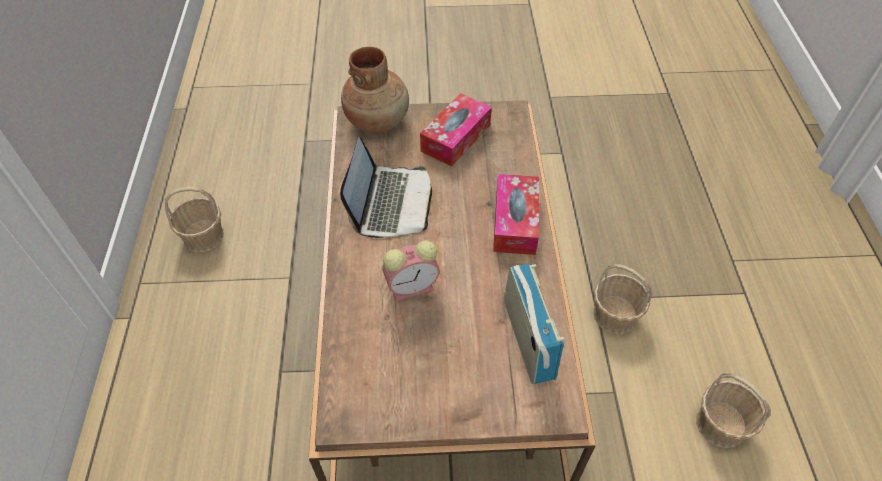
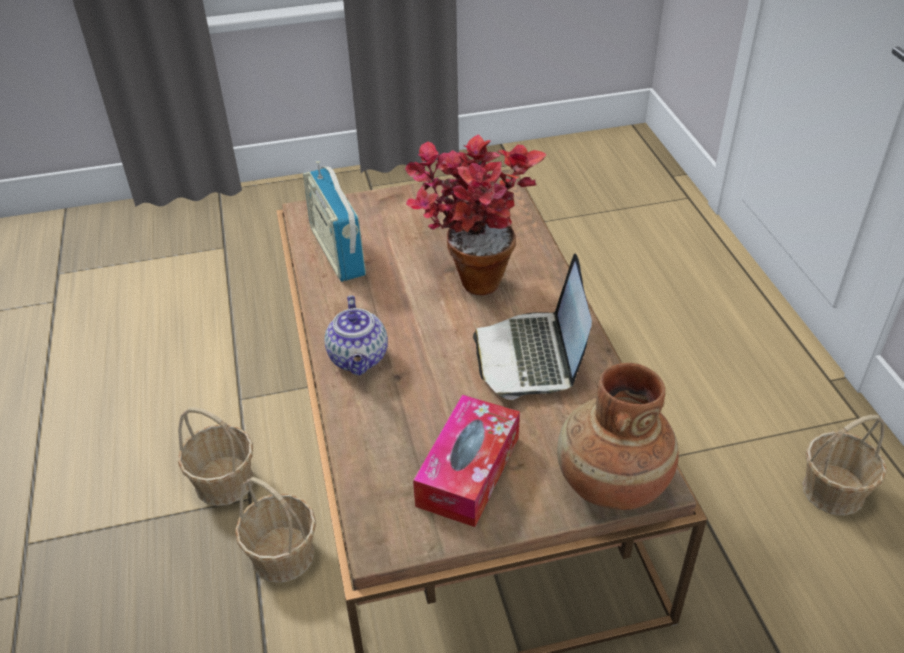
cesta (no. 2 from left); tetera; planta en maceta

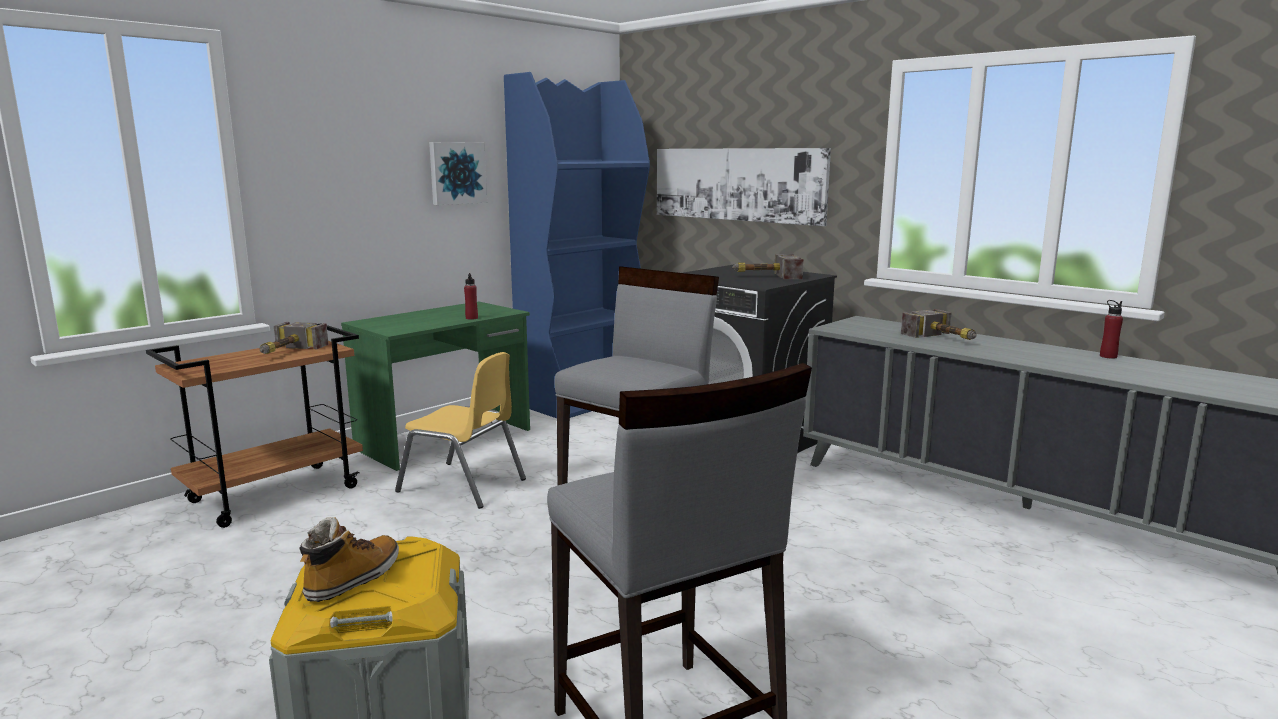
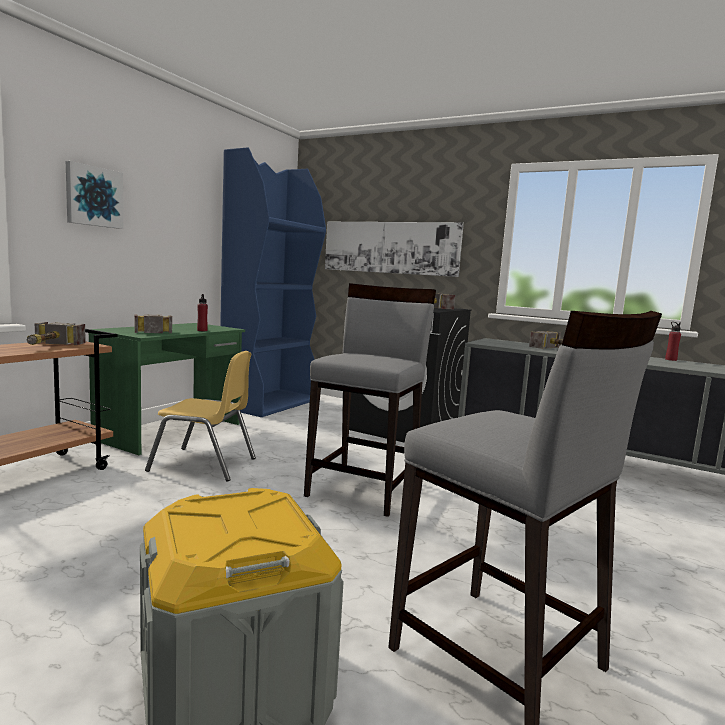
cuadro (no. 1 from left); martillo (no. 2 from left); bota

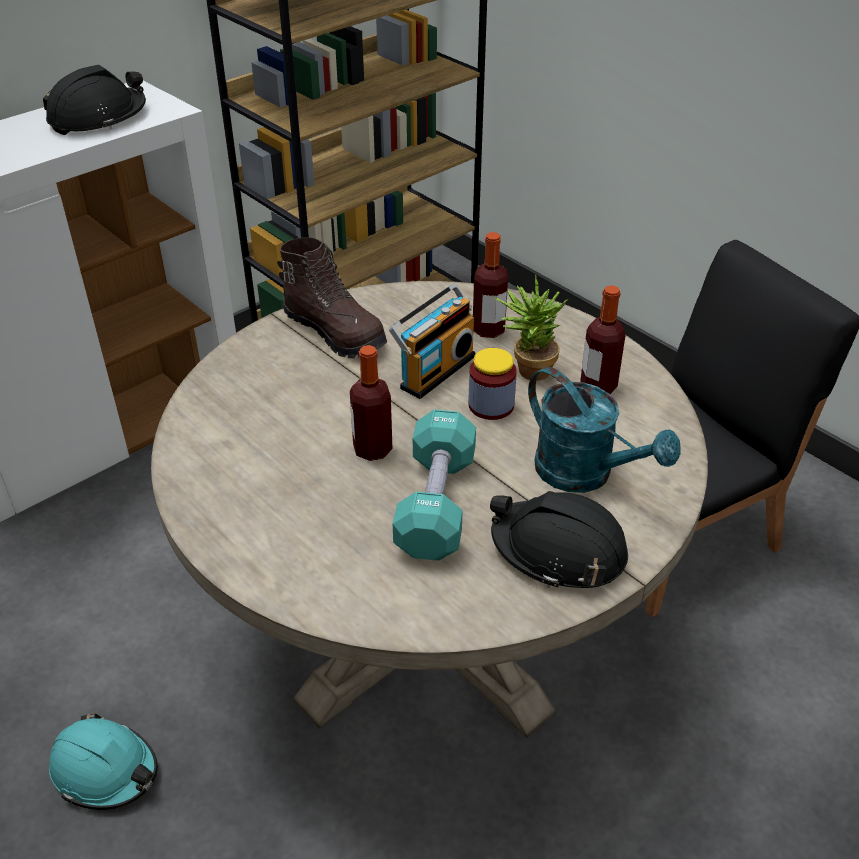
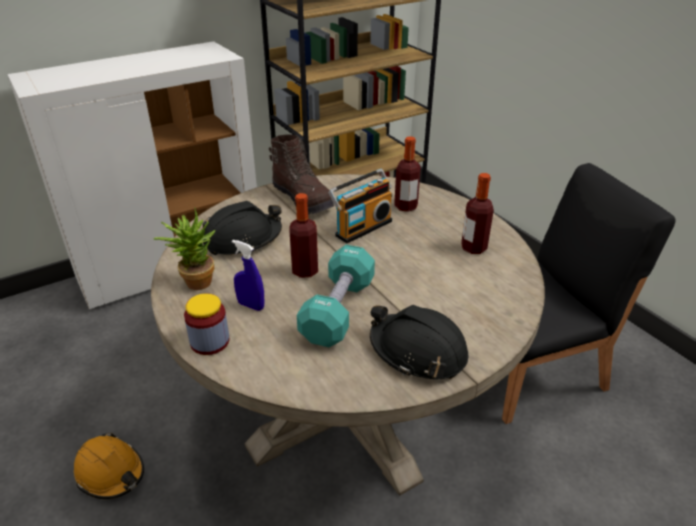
casco/naranja; planta en maceta; tarro; casco/negro (no. 1 from left); pulverizador/azul; regadera/turquesa

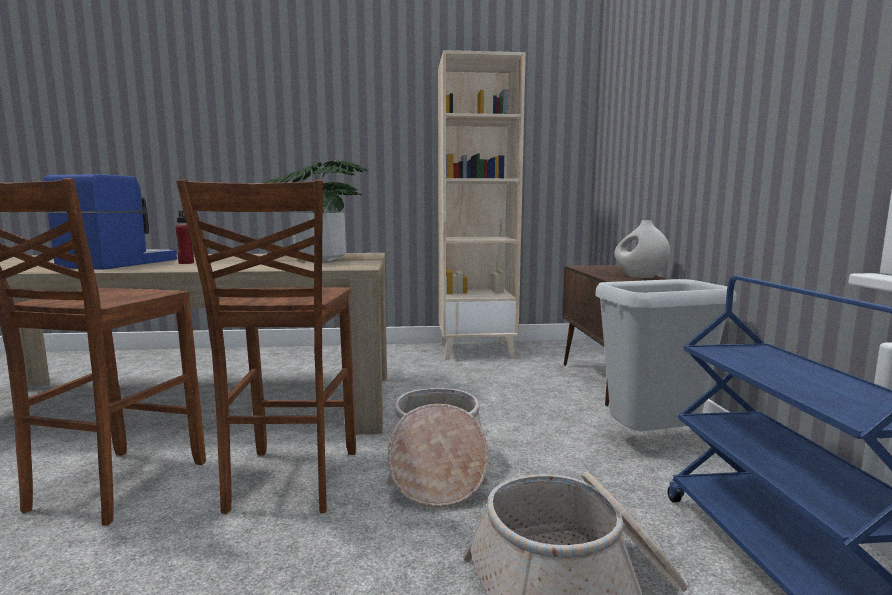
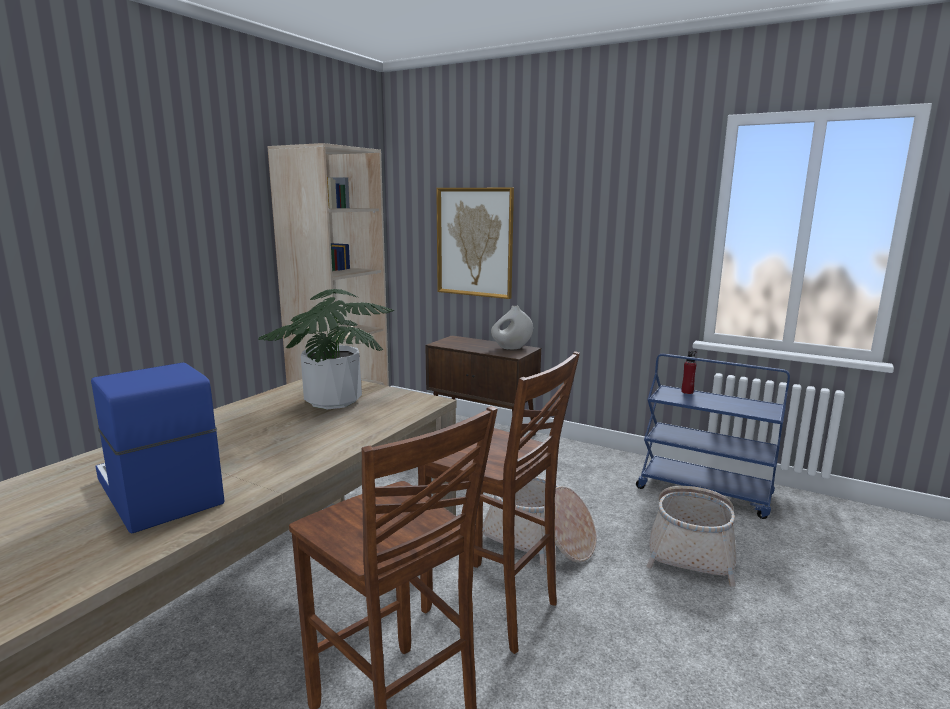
cuadro; botella/rojo; papelera/gris

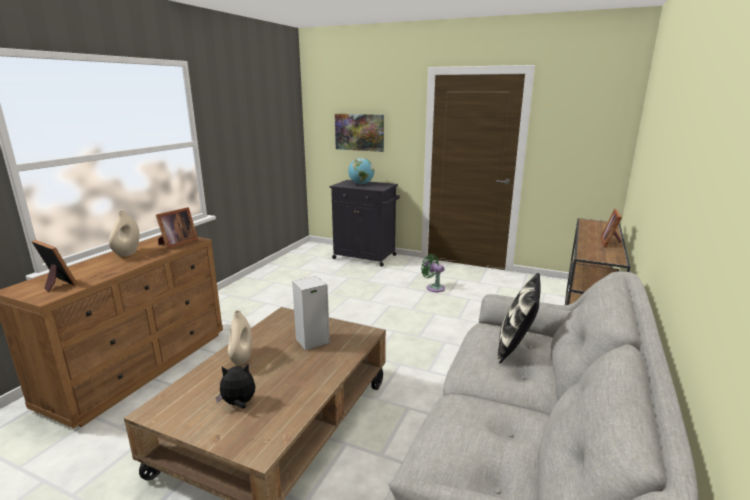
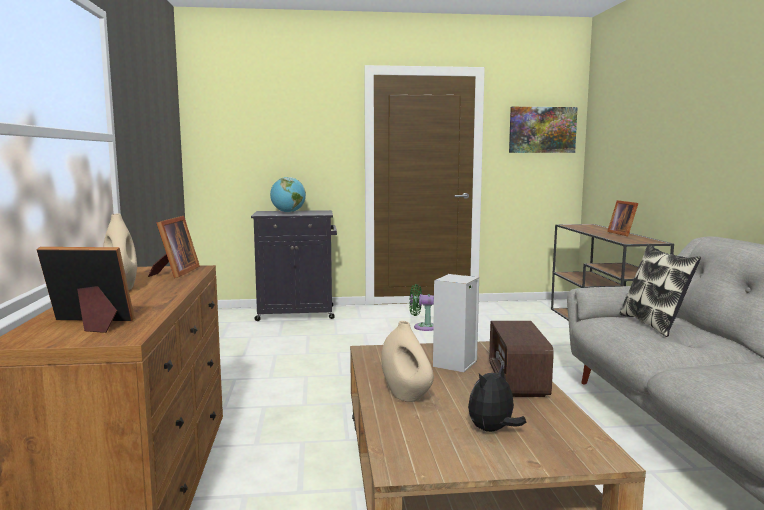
radio; cuadro

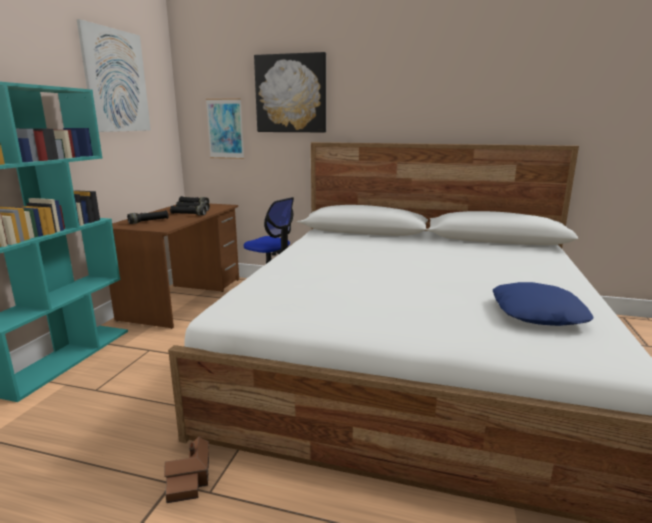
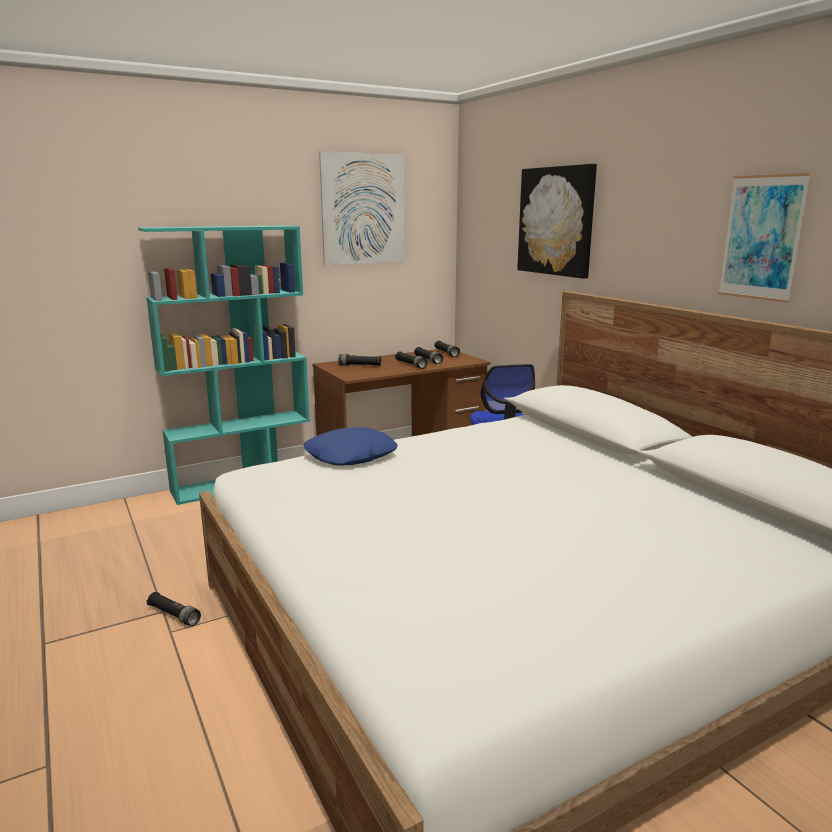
linterna/negro (no. 1 from left); cojín/azul; cuadro (no. 3 from left)

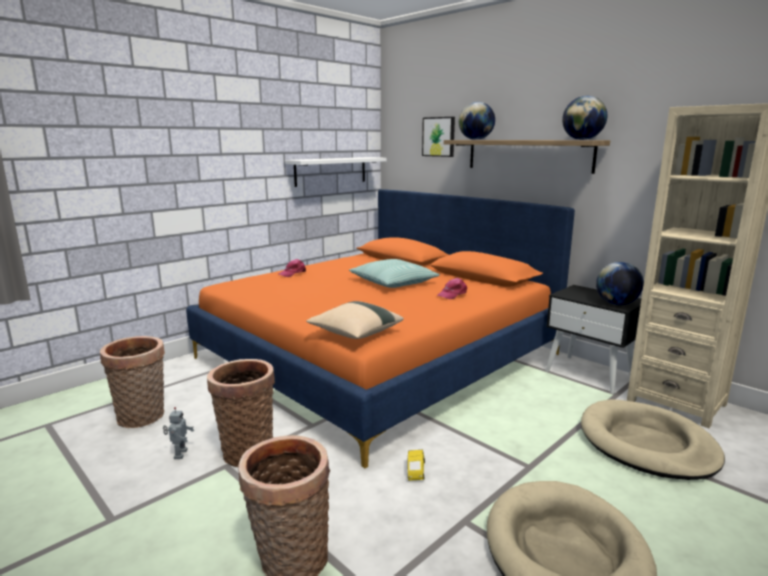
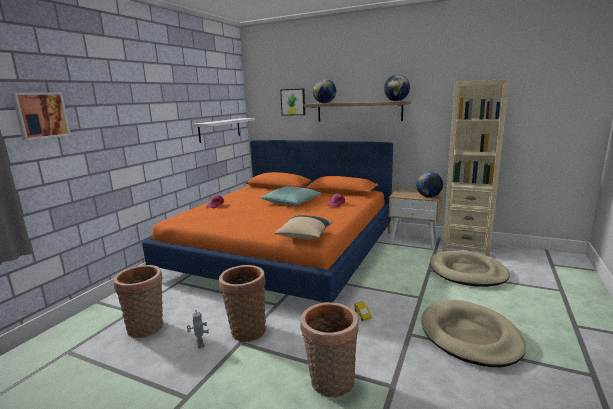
cuadro (no. 1 from left); mesita de noche/beis

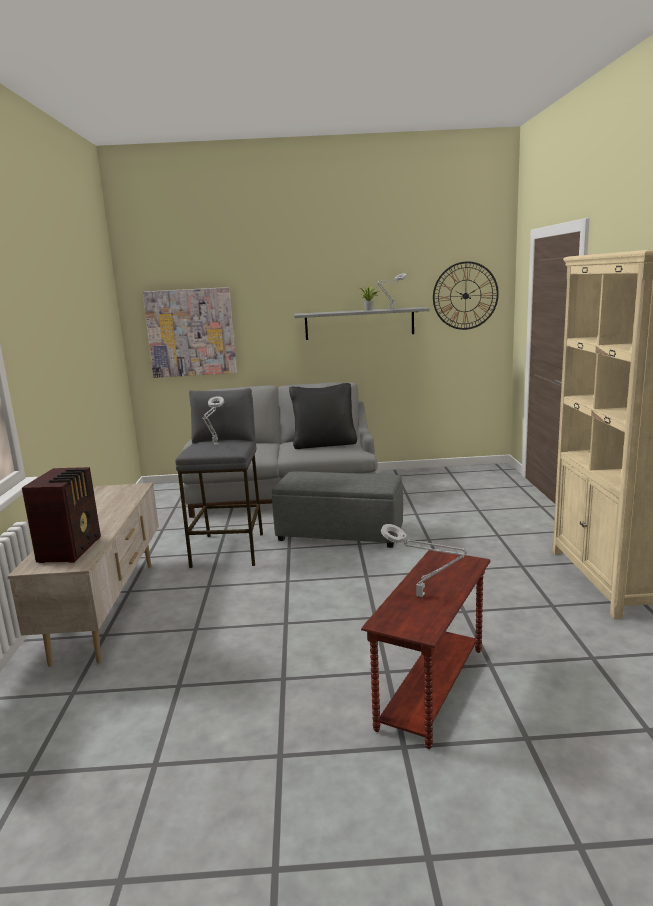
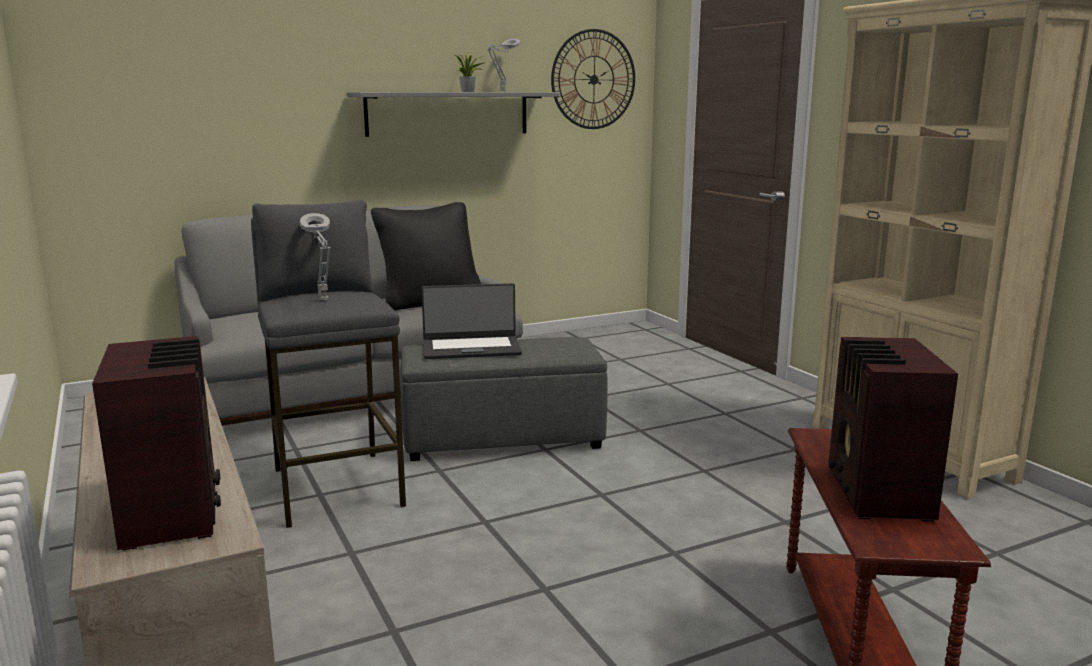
portátil; radio (no. 2 from left); cuadro

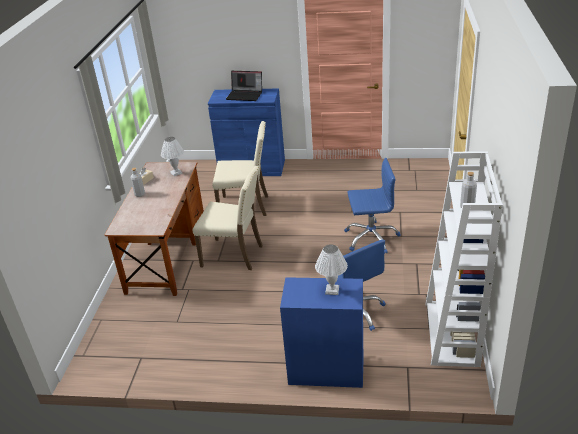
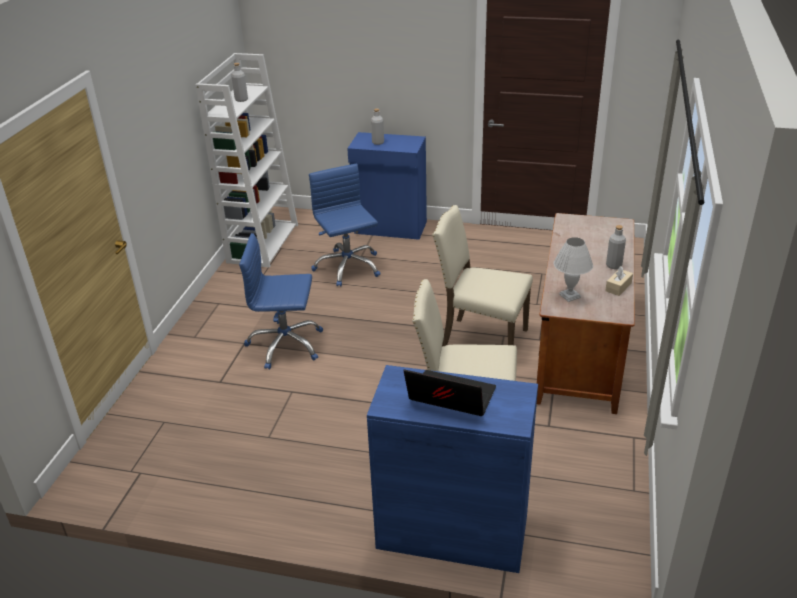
botella/gris (no. 2 from left)

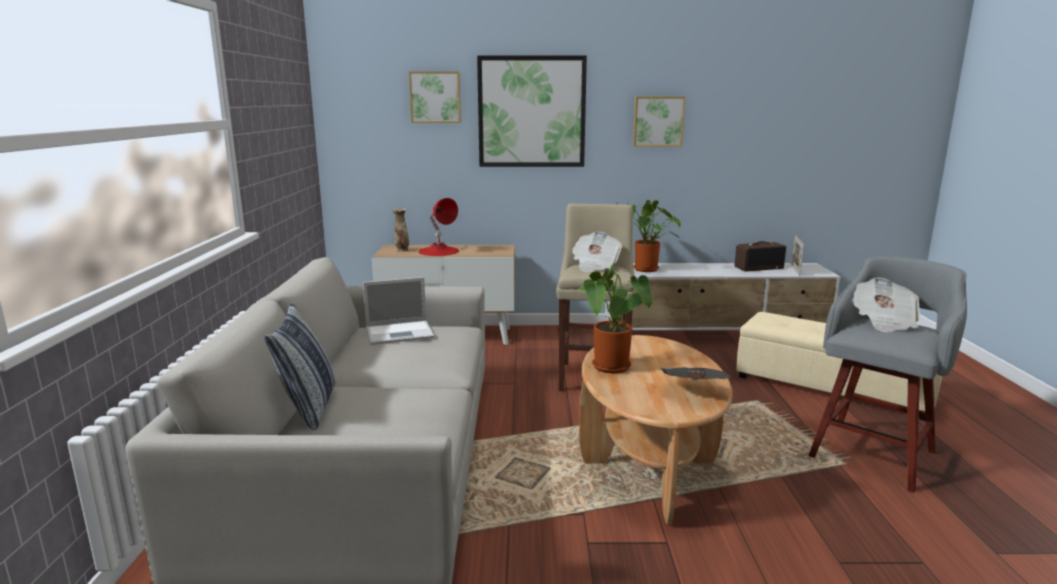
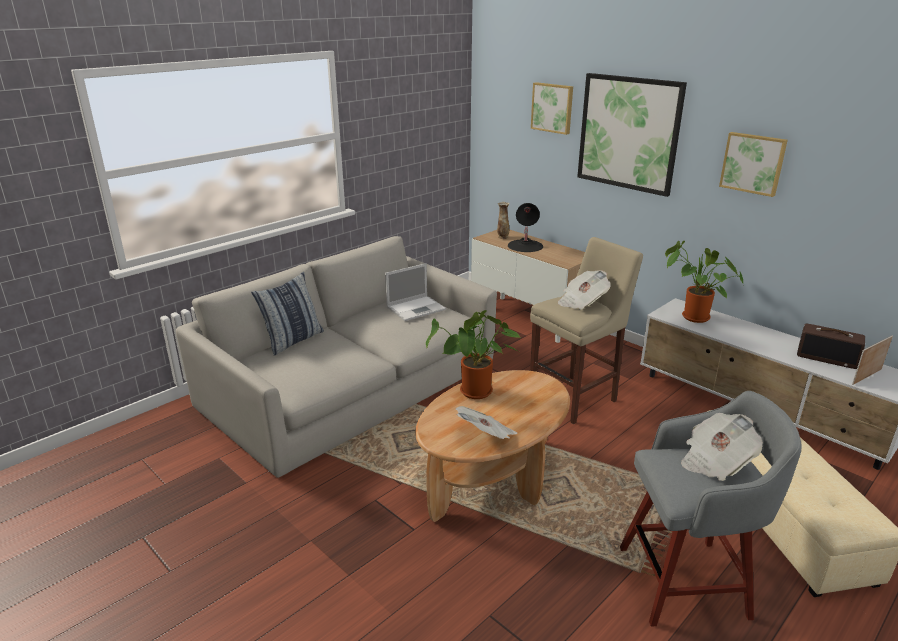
portátil; lámpara de mesa/negro

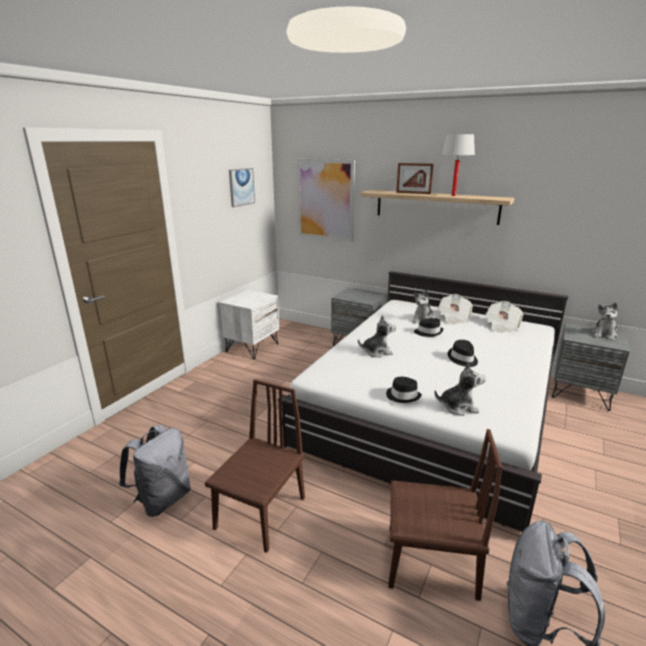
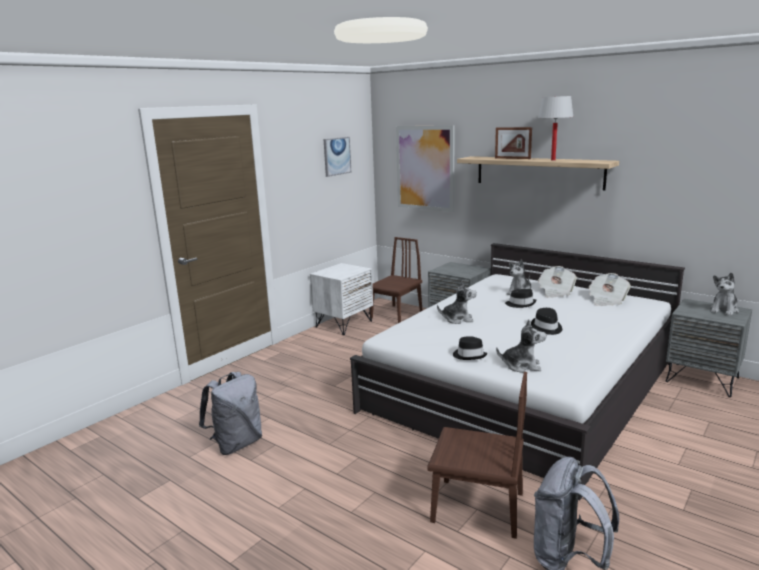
silla/marrón (no. 1 from left)

